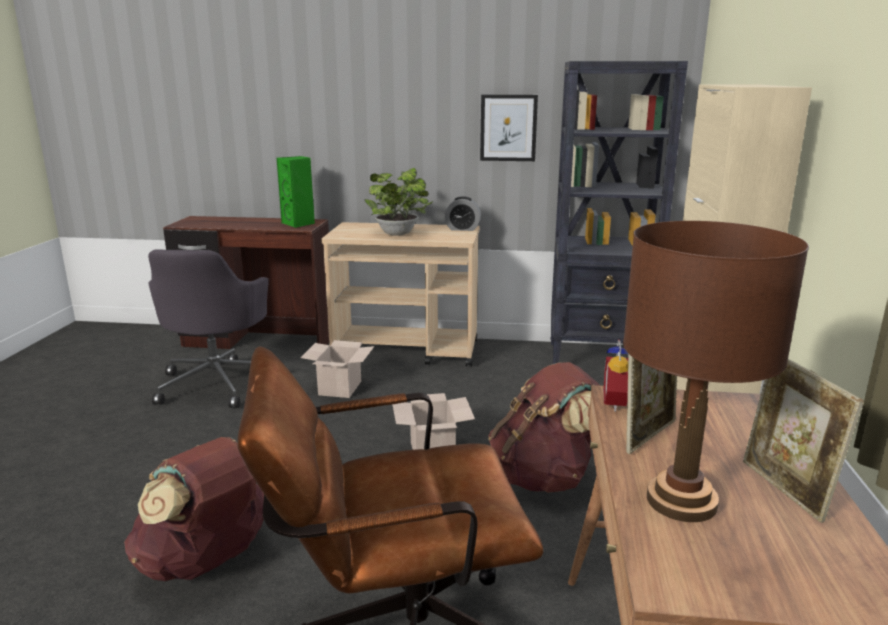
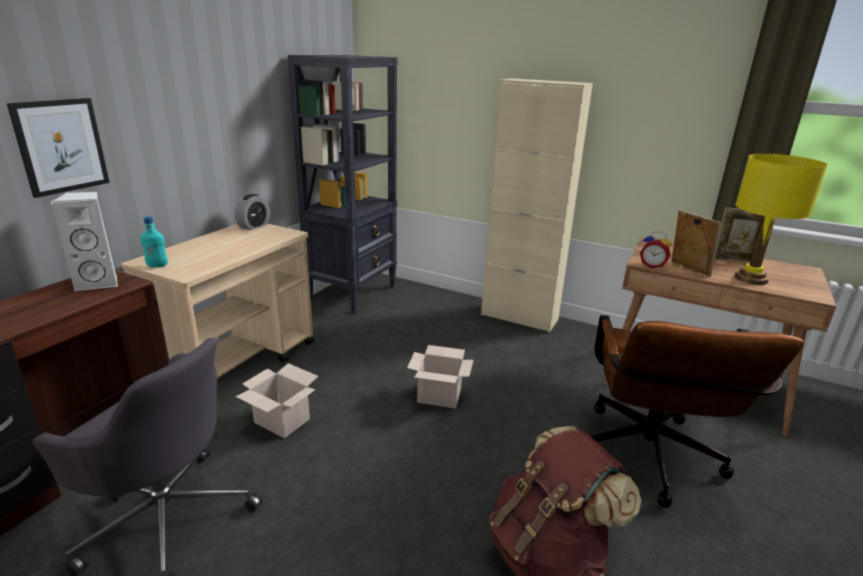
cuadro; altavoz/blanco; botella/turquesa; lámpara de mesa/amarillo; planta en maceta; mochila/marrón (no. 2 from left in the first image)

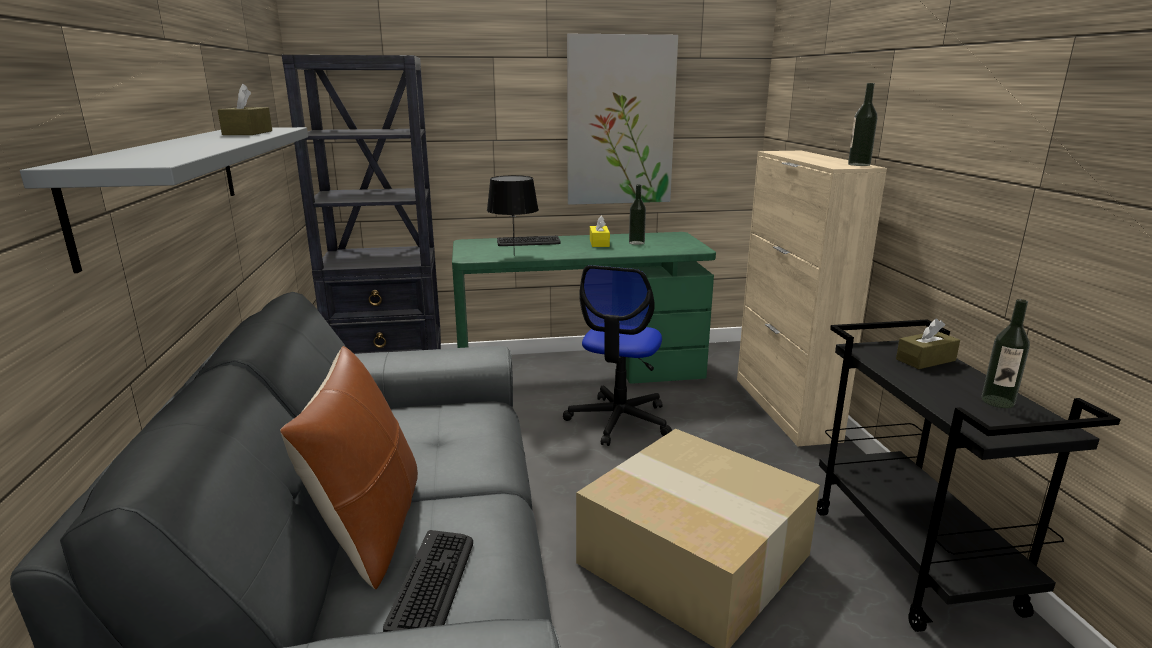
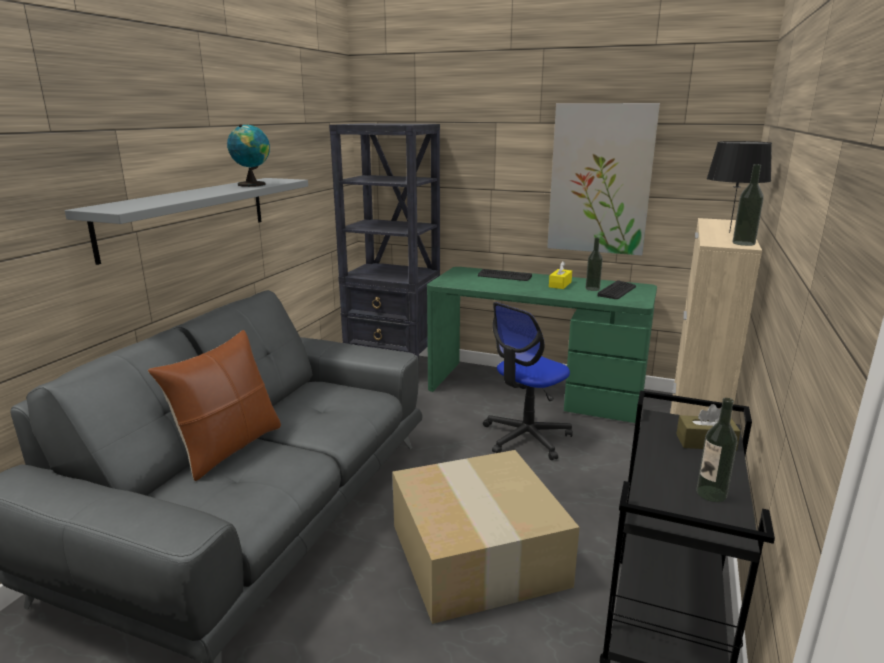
globo terráqueo; teclado (no. 2 from left); lámpara de mesa/negro

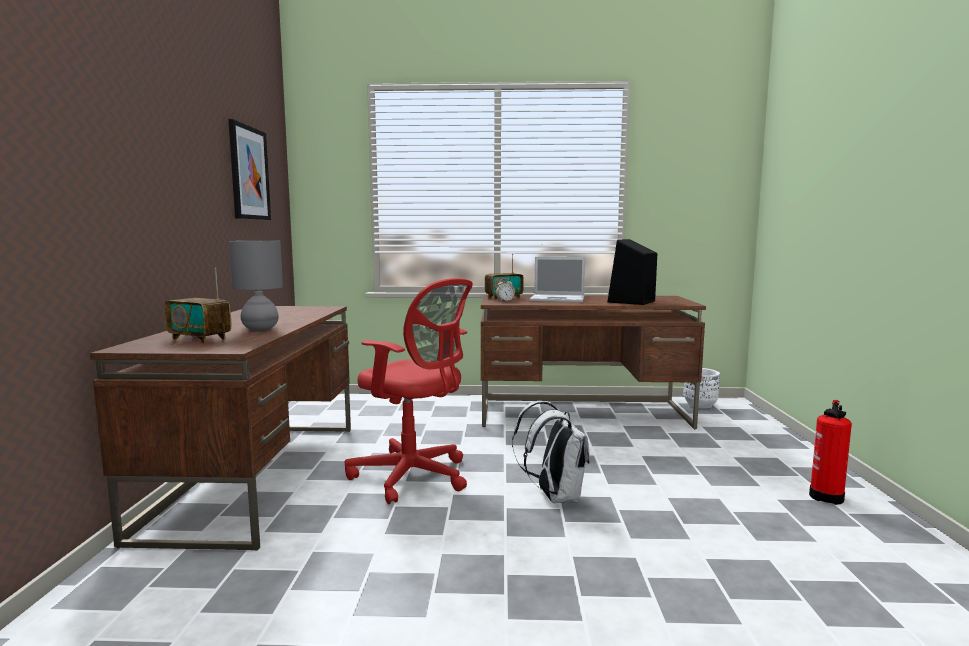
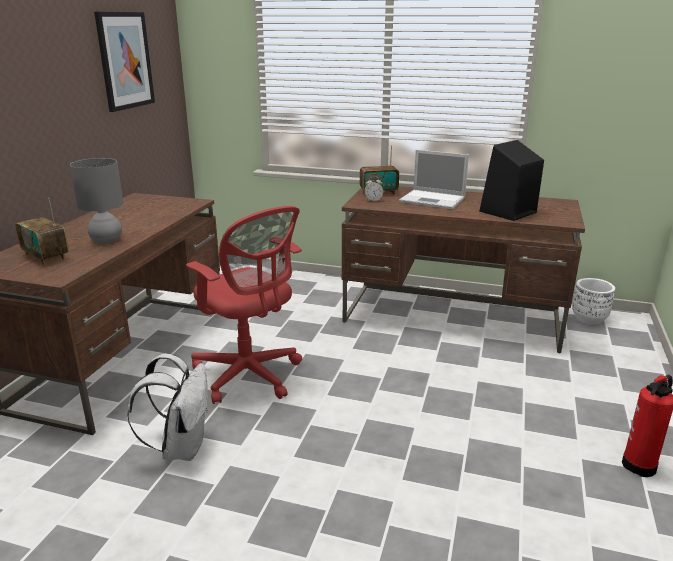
mochila/blanco

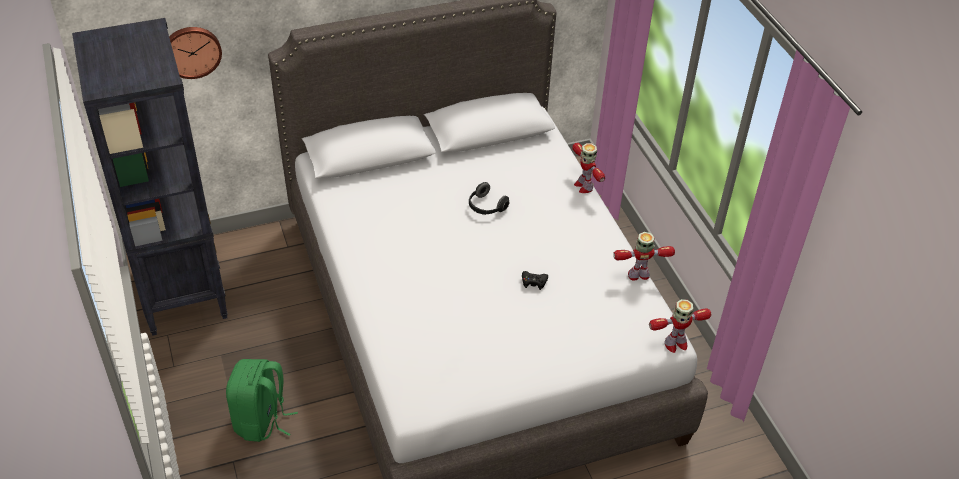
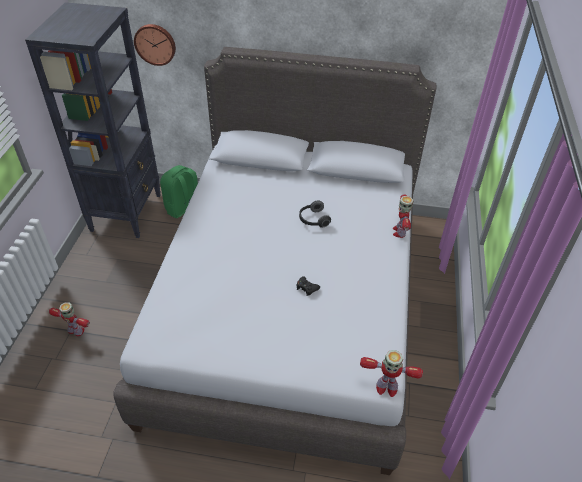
robot de juguete (no. 1 from left); mochila/verde

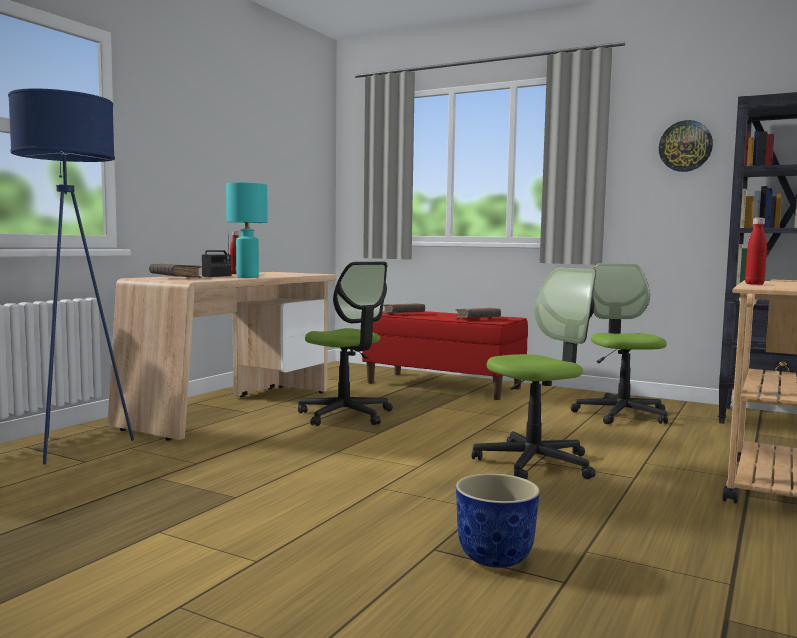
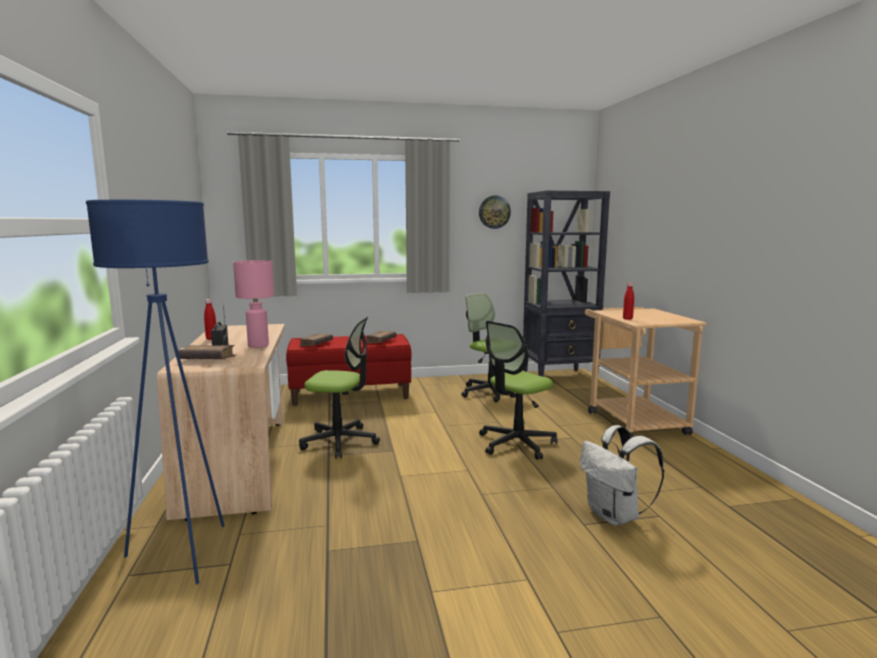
lámpara de mesa/rosa; silla de oficina (no. 3 from left); mochila/blanco

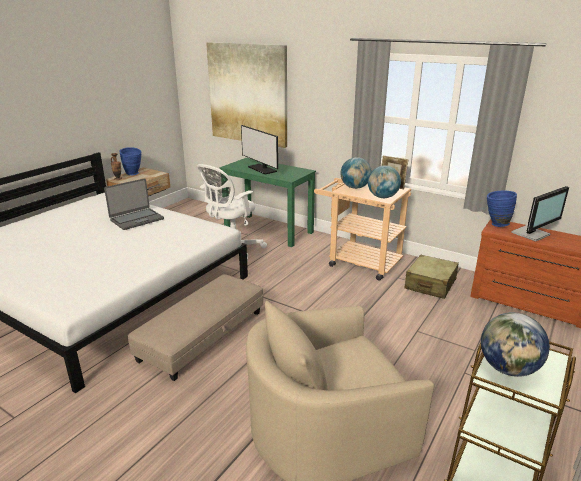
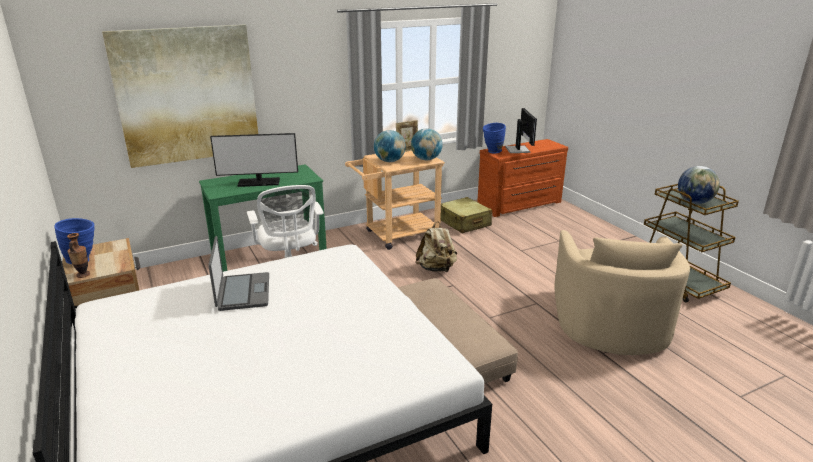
mochila/beis

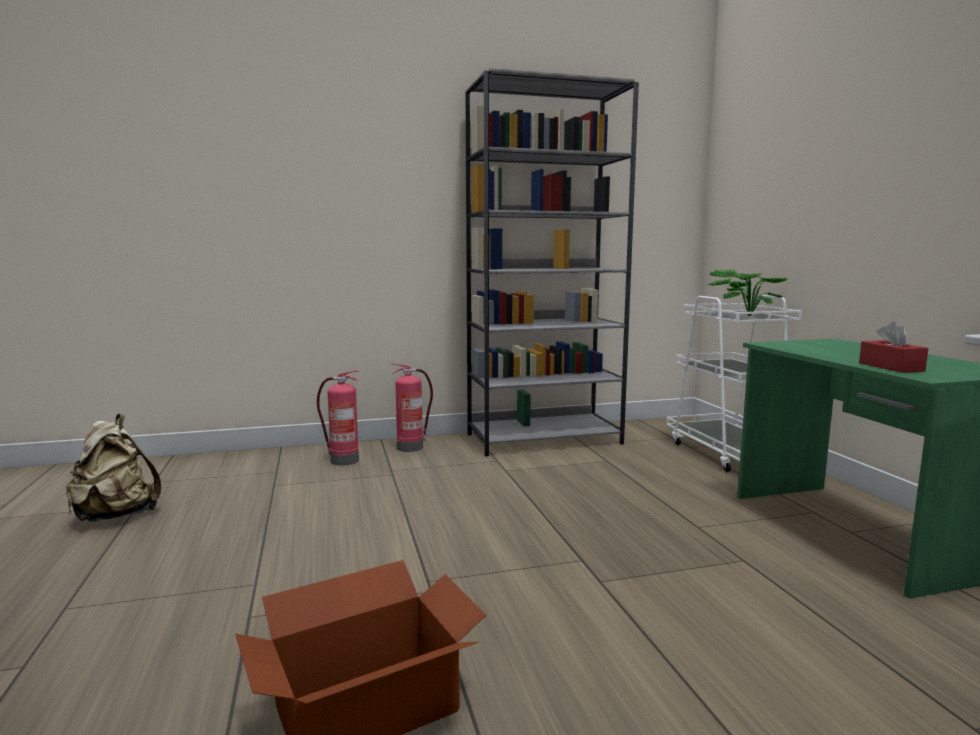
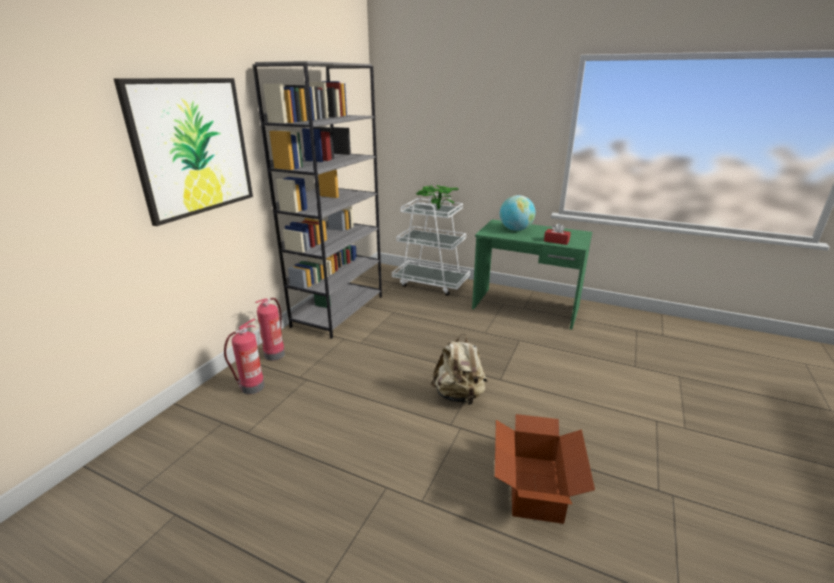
cuadro; mochila/beis; globo terráqueo

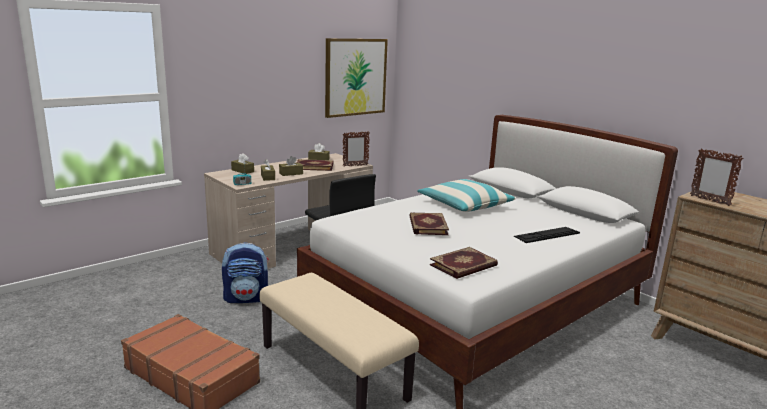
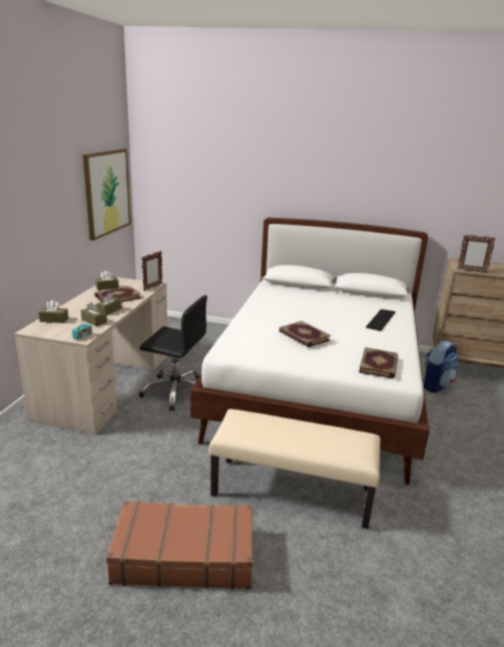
mochila; cojín

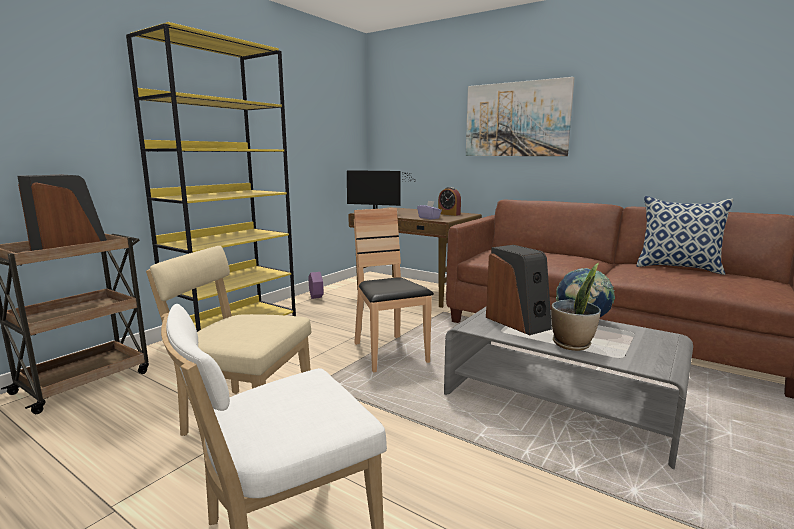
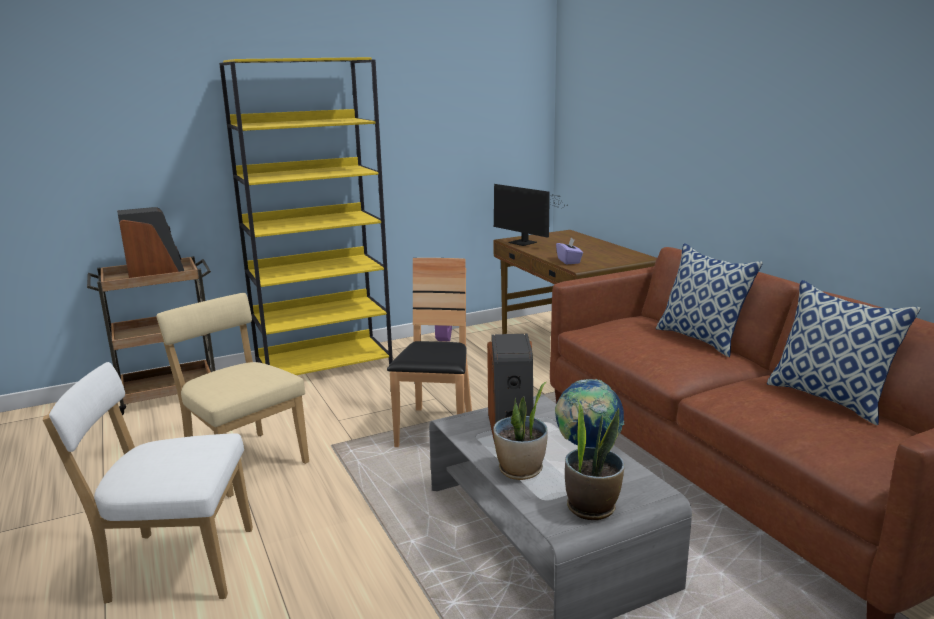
planta en maceta (no. 2 from left); cojín (no. 1 from left); despertador; cuadro

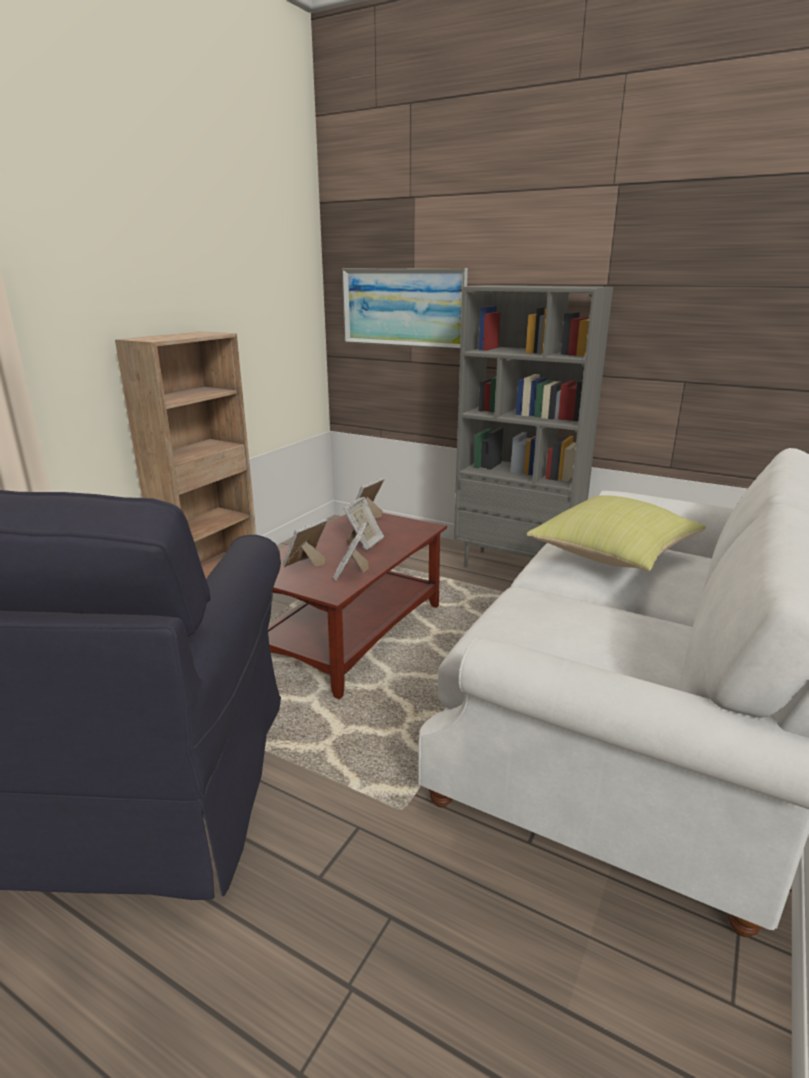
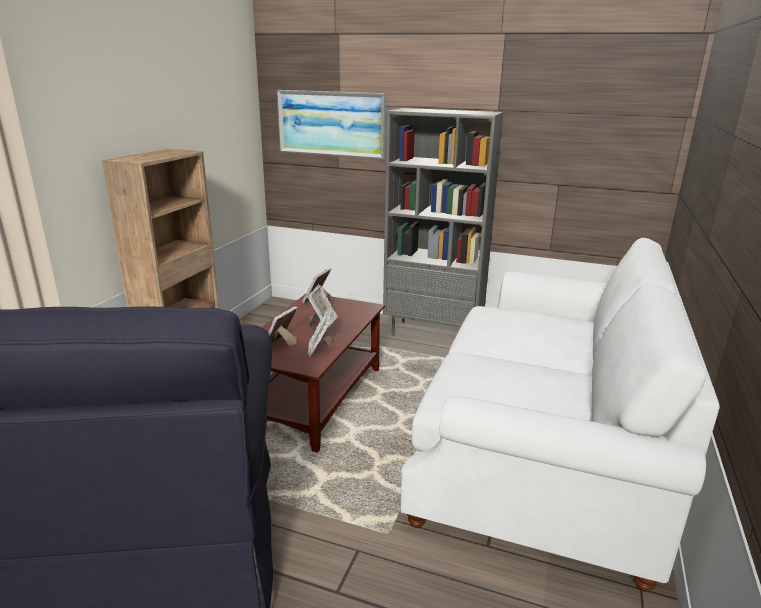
cojín/amarillo

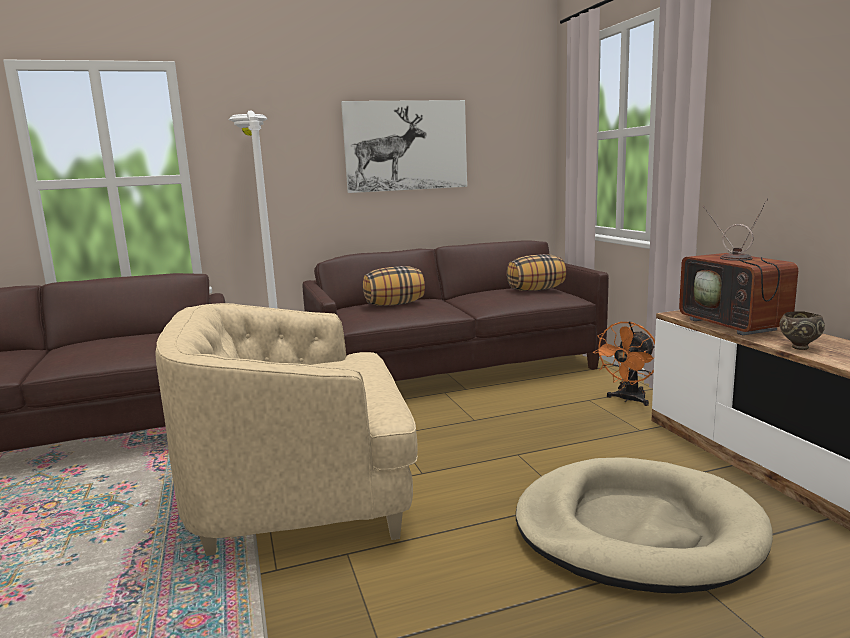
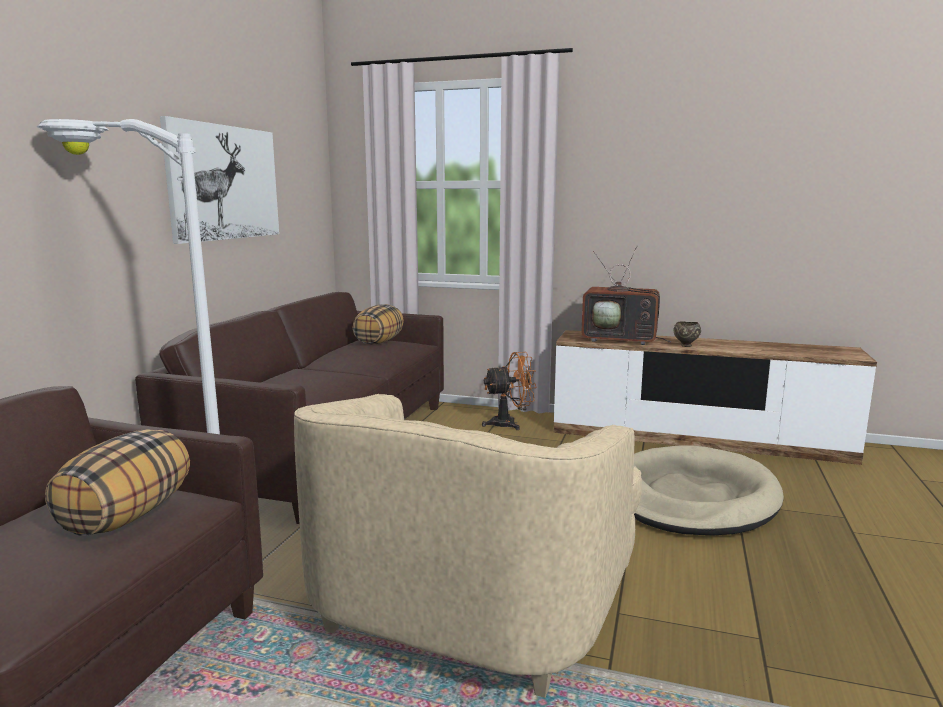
cojín (no. 1 from left); ventilador/naranja

